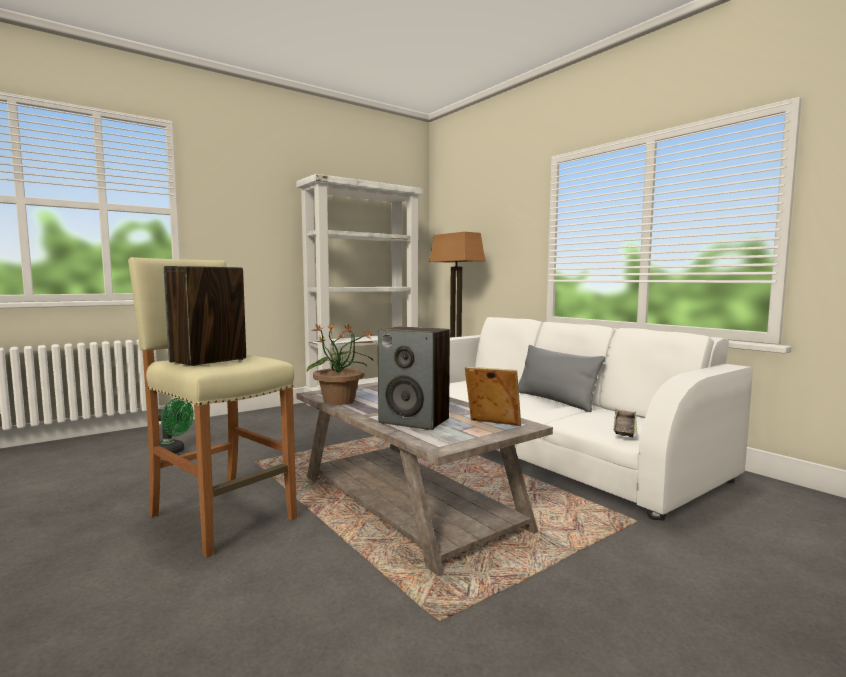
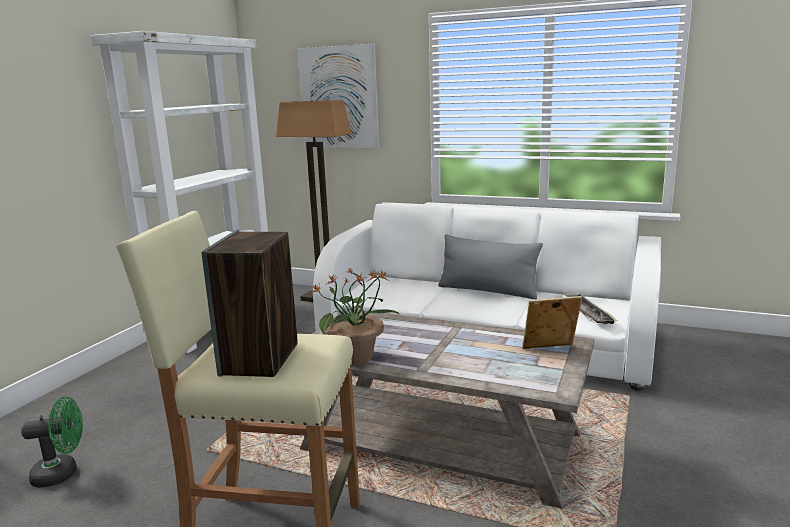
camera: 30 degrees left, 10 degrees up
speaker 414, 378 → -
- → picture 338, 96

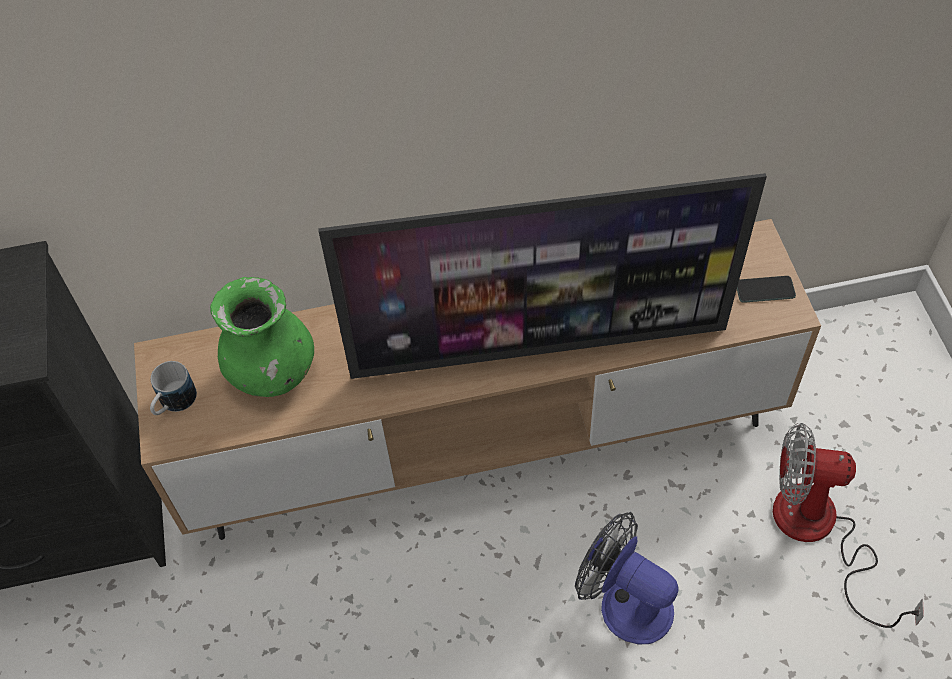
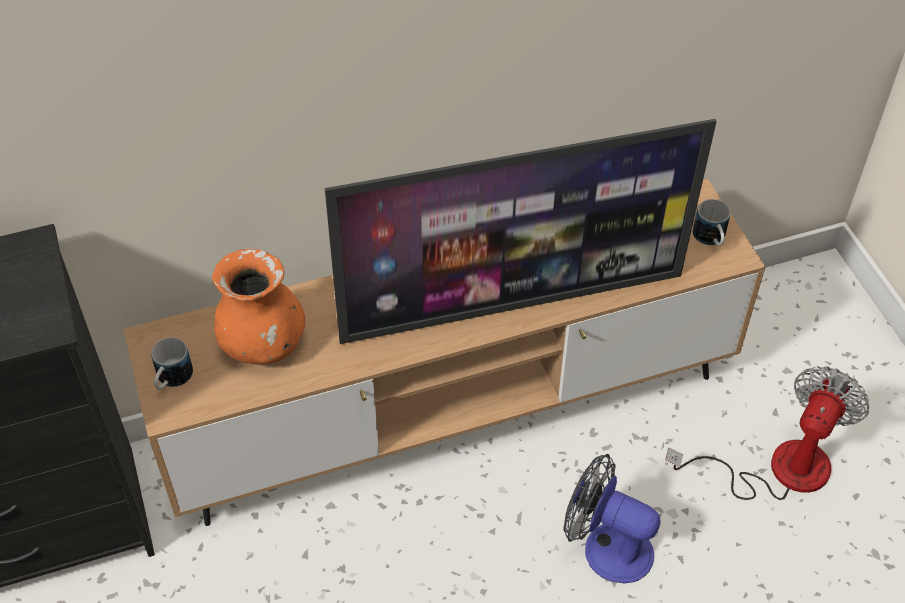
camera: 10 degrees left, 5 degrees down
green vase 262, 337 → orange vase 258, 306
phone 766, 289 → mug 711, 222
fan 848, 525 → fan 767, 433, 120 degrees clockwise

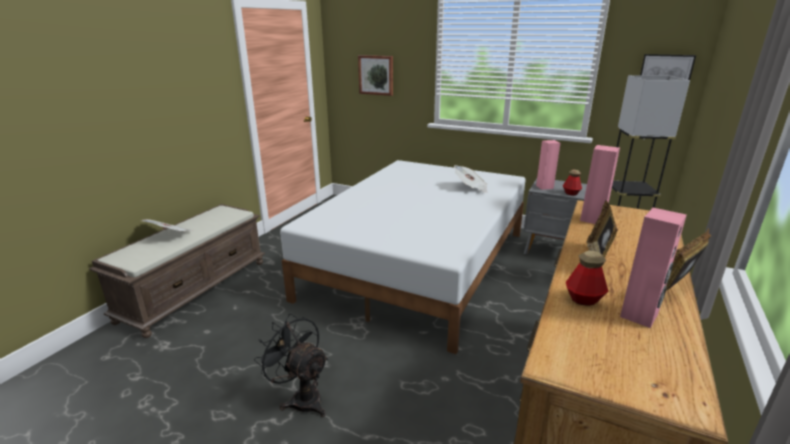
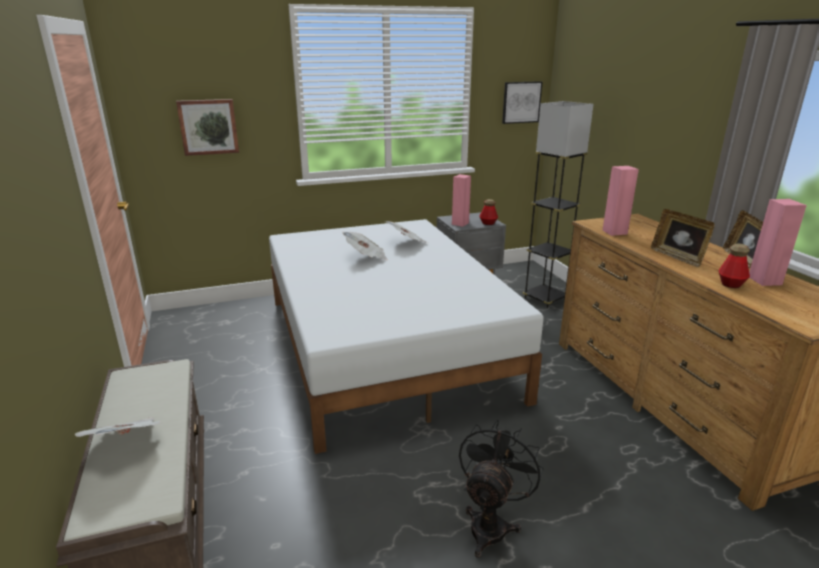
camera: 45 degrees left, 0 degrees up
black fan 291, 365 → black fan 501, 489, 120 degrees clockwise
- → newspaper 364, 246

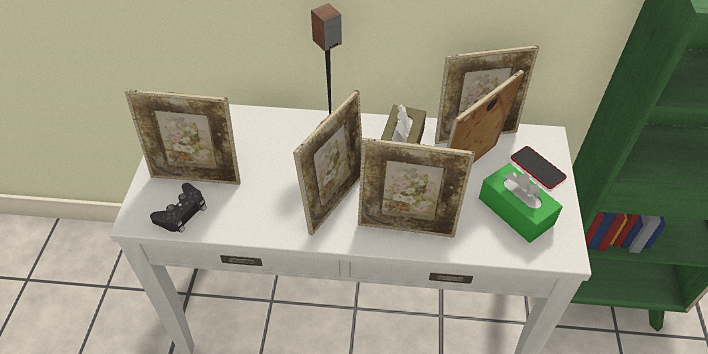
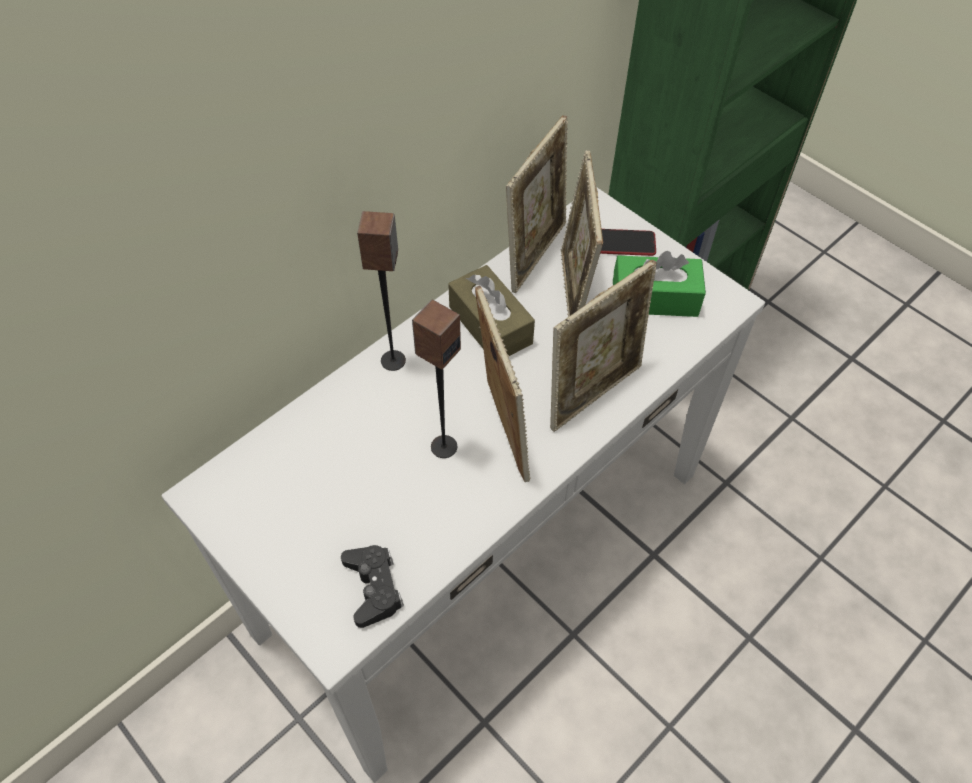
camera: 50 degrees left, 5 degrees up
picture frame 182, 137 → -
- → speaker 436, 378

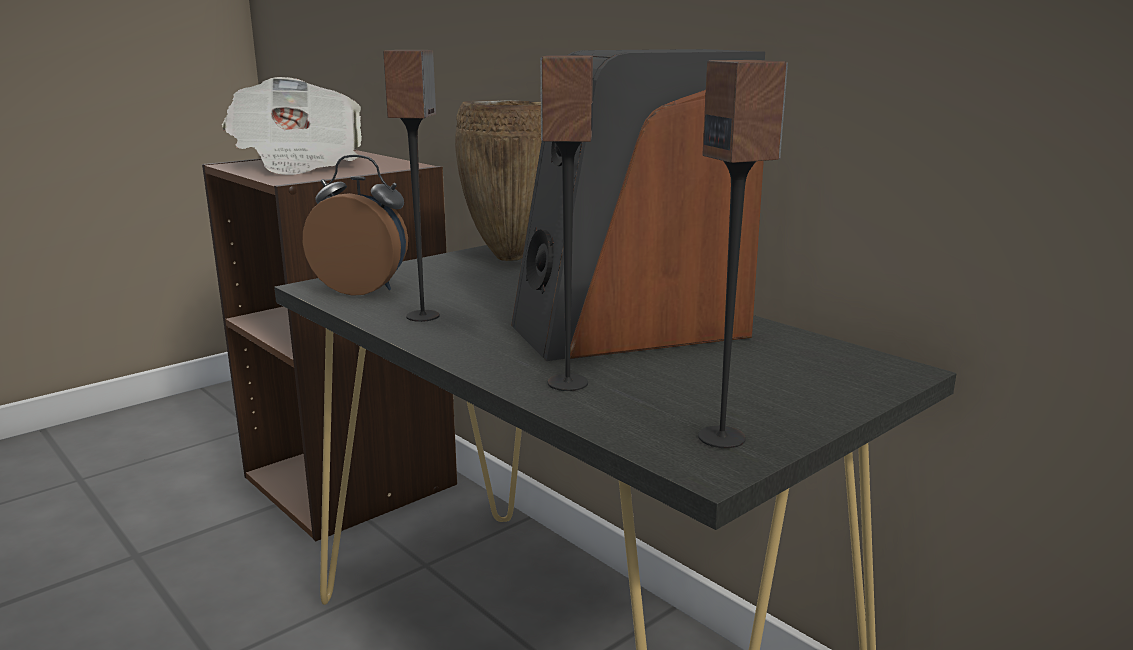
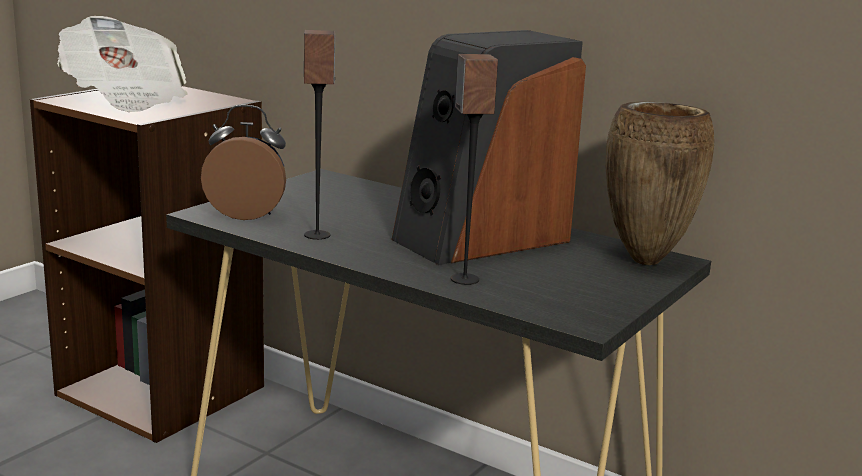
camera: 15 degrees left, 0 degrees up
brown vase 498, 180 → brown vase 659, 183, relocated
speaker 743, 254 → -

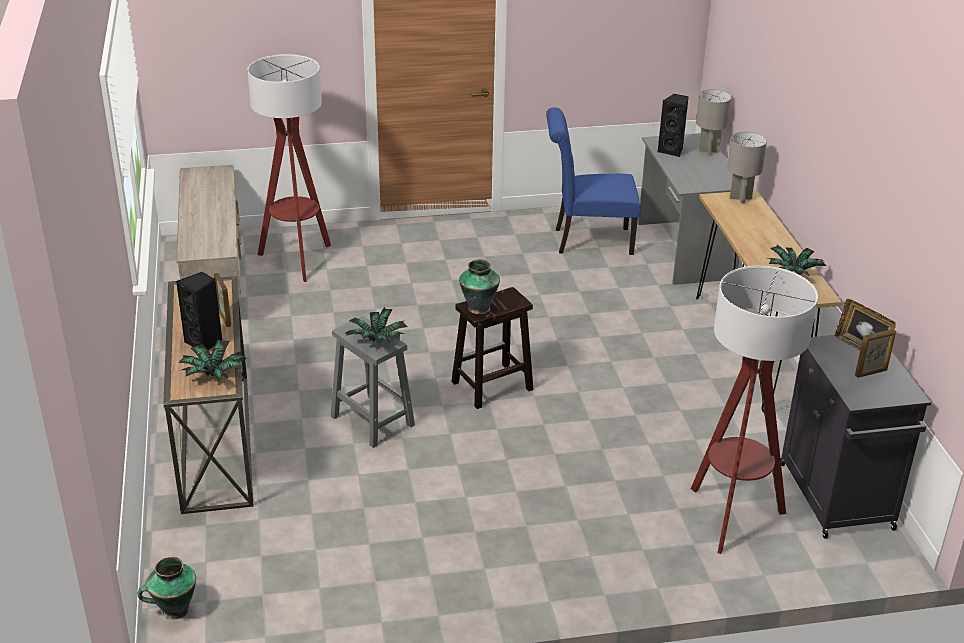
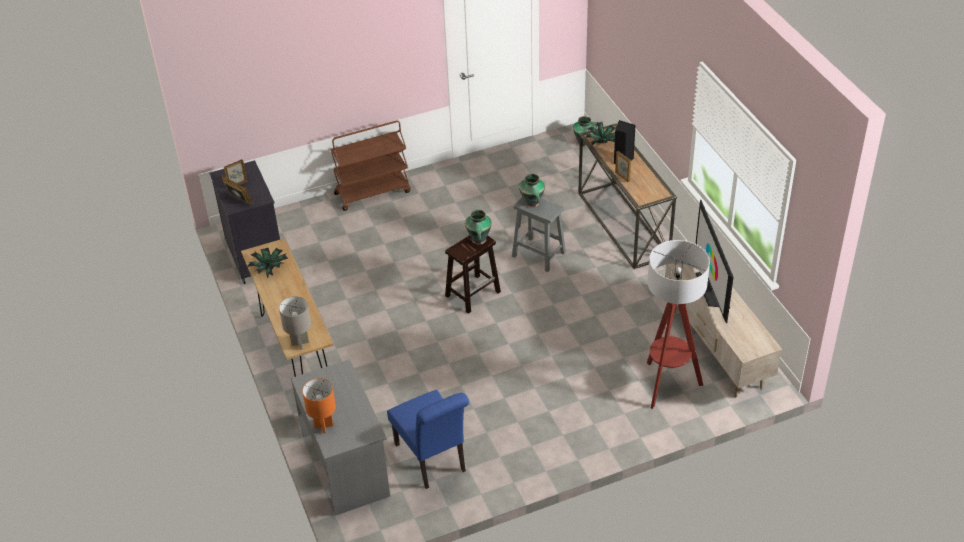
camera: 170 degrees right, 10 degrees up
potted plant 376, 325 → vase 532, 191
blue chair 593, 181 → blue chair 428, 439, 75 degrees clockwise
black speaker 673, 125 → -
floor lamp 754, 410 → -
grey table lamp 714, 122 → orange table lamp 319, 405
- → brown cart 371, 165
- → television 714, 261

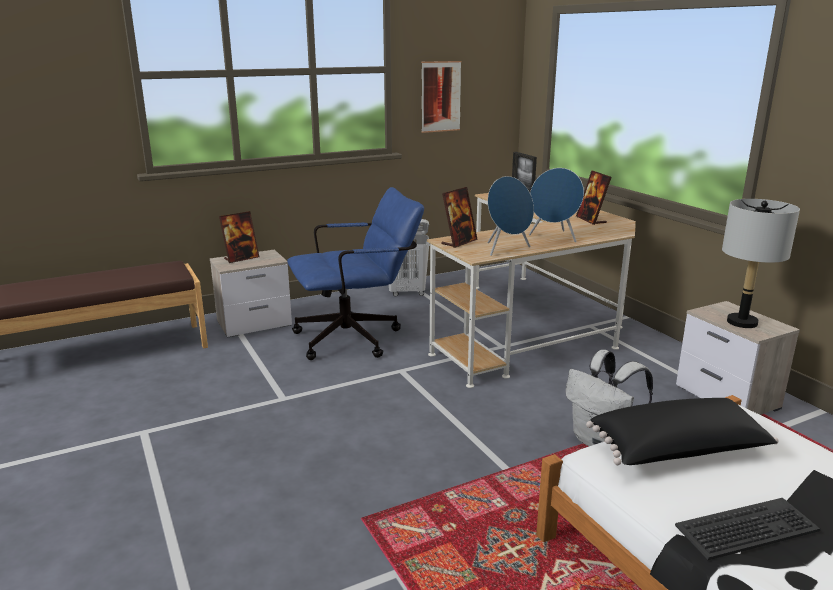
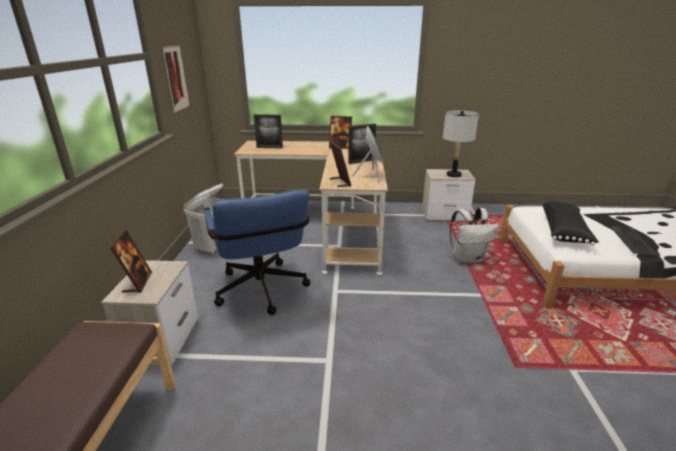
camera: 60 degrees left, 5 degrees up
blue office chair 355, 273 → blue office chair 257, 252, 150 degrees clockwise
blue speaker 556, 205 → picture frame 362, 143

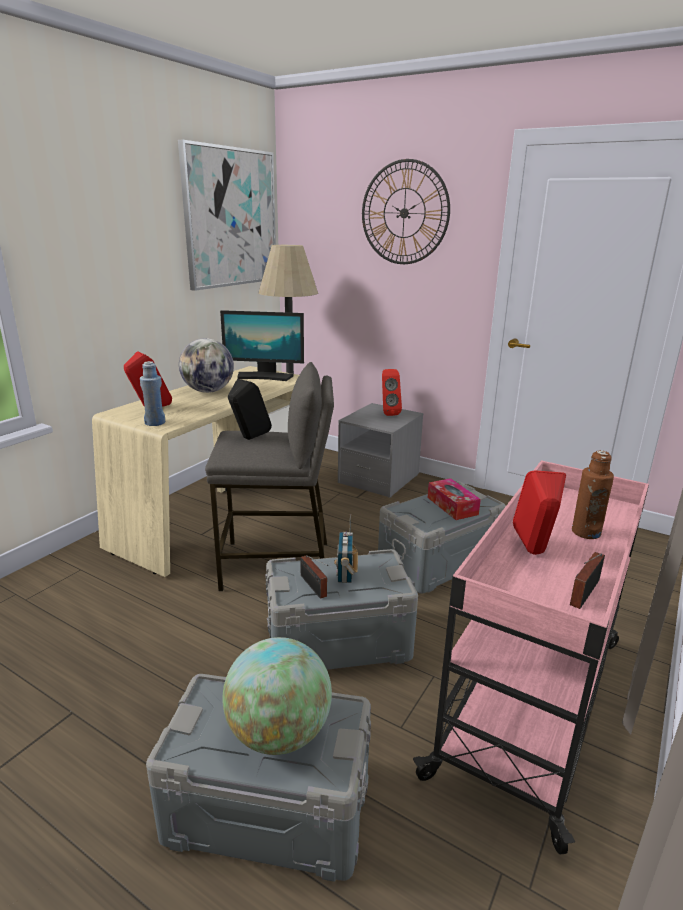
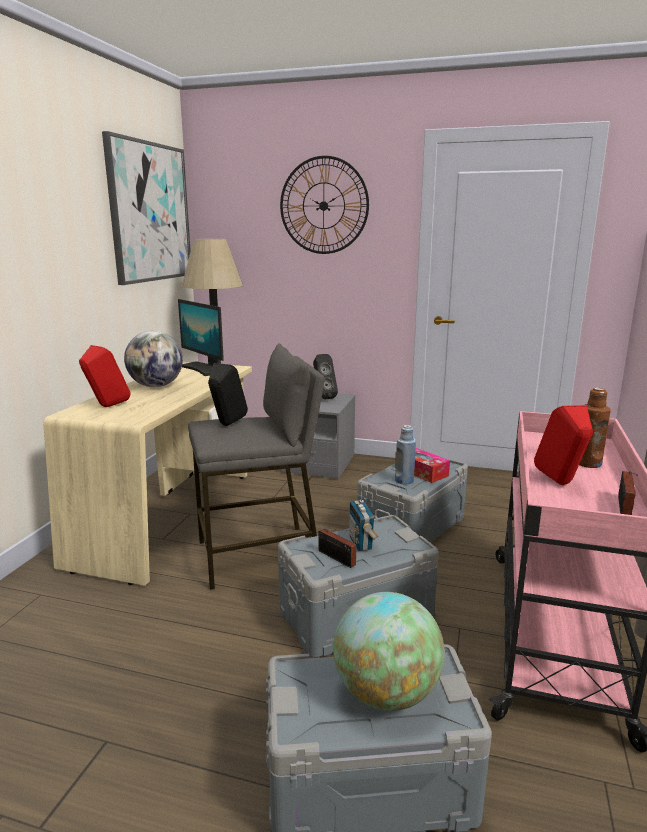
camera: 15 degrees left, 5 degrees down
blue bottle 152, 393 → blue bottle 405, 455, relocated
monitor 262, 345 → monitor 201, 337, 60 degrees clockwise
red speaker 392, 392 → black speaker 325, 377

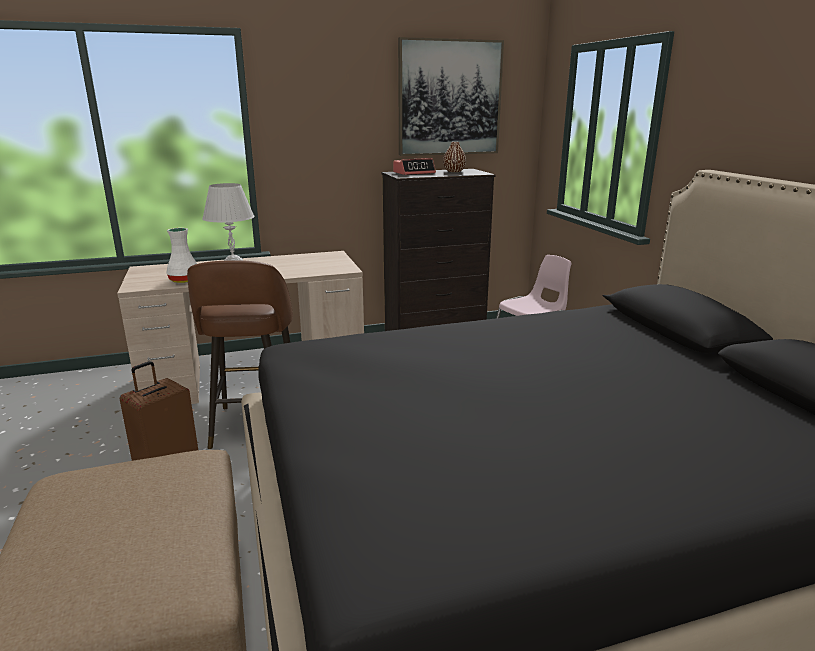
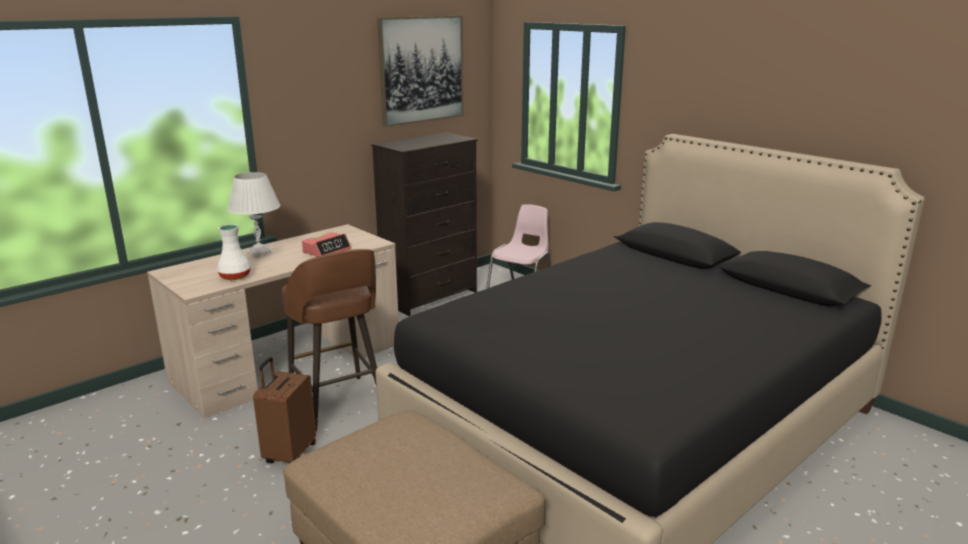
camera: 25 degrees left, 0 degrees up
alarm clock 414, 166 → alarm clock 326, 244, relocated
brown vase 454, 157 → -

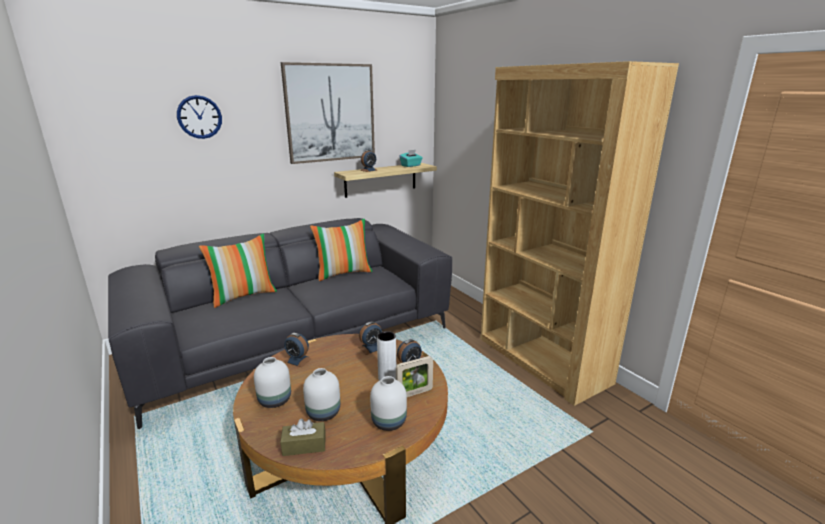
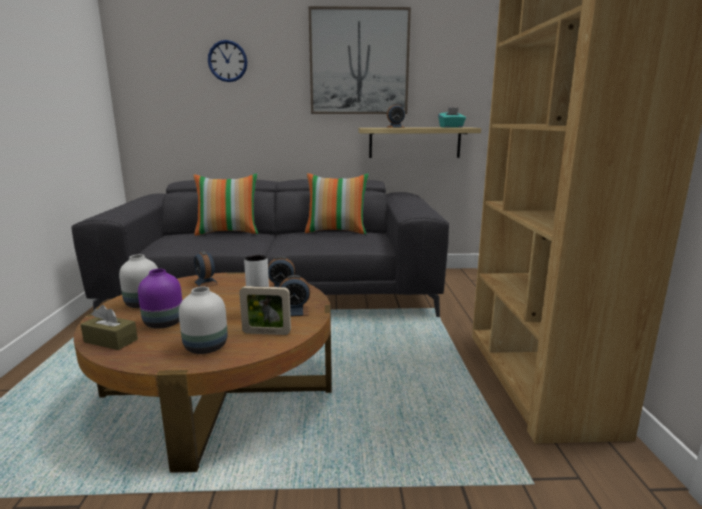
camera: 30 degrees right, 5 degrees down
white vase 321, 394 → purple vase 160, 299

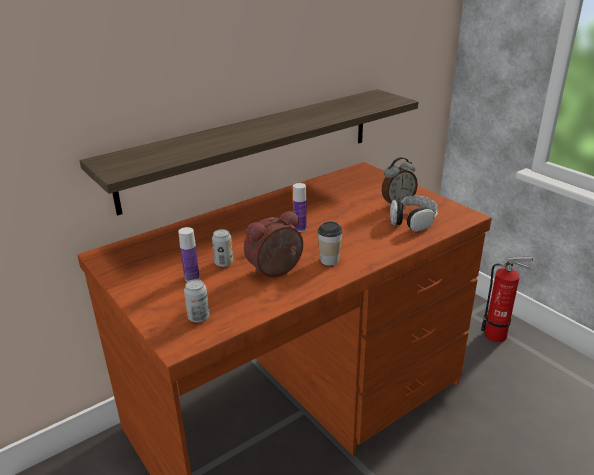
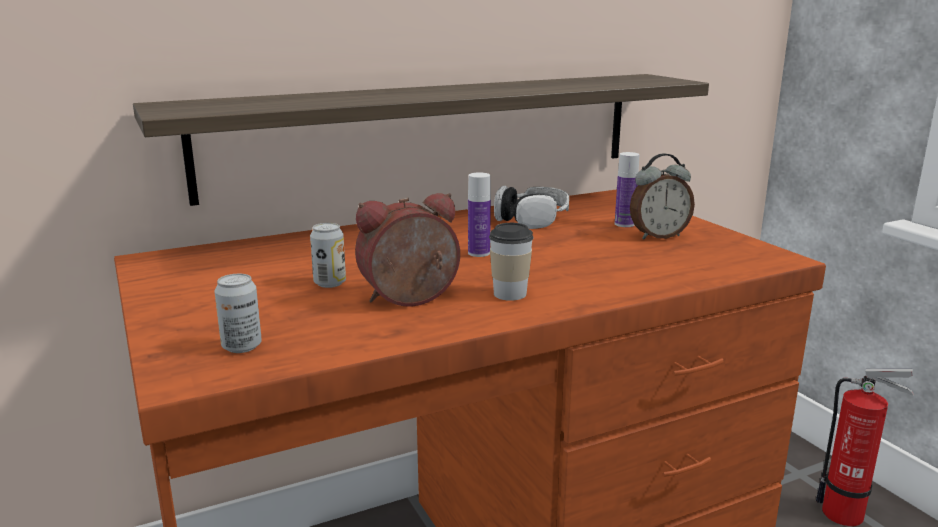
camera: 10 degrees right, 10 degrees down
bottle 189, 254 → bottle 627, 189, relocated
headphones 414, 213 → headphones 531, 207, relocated

